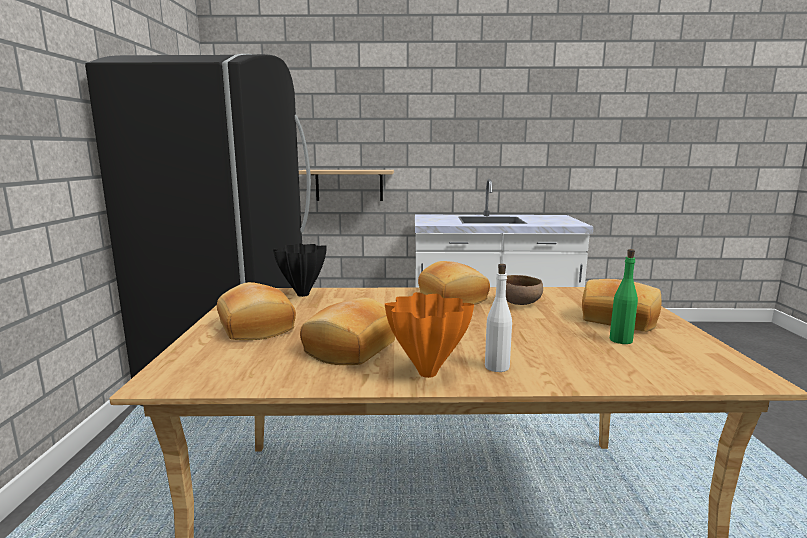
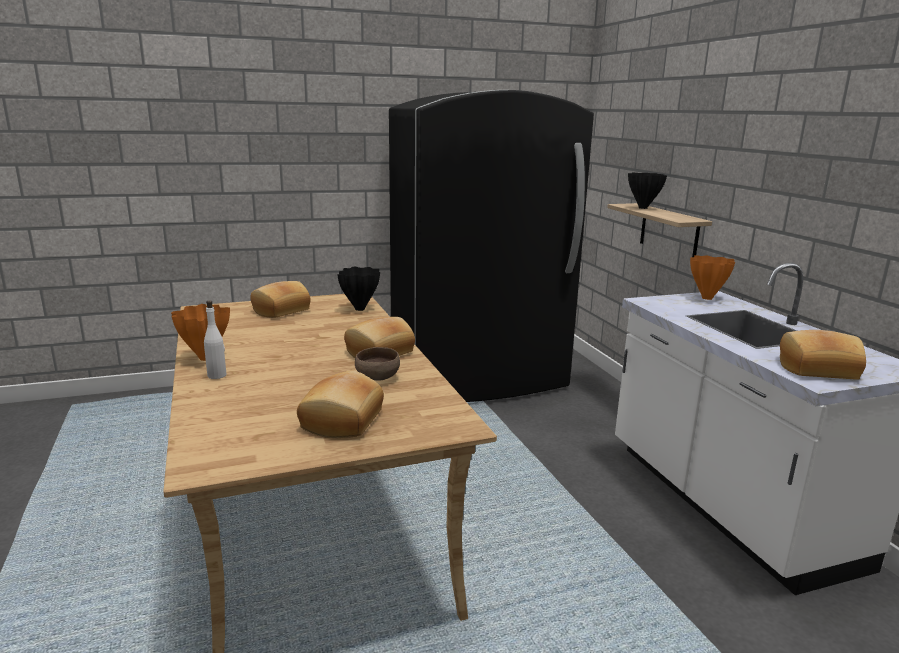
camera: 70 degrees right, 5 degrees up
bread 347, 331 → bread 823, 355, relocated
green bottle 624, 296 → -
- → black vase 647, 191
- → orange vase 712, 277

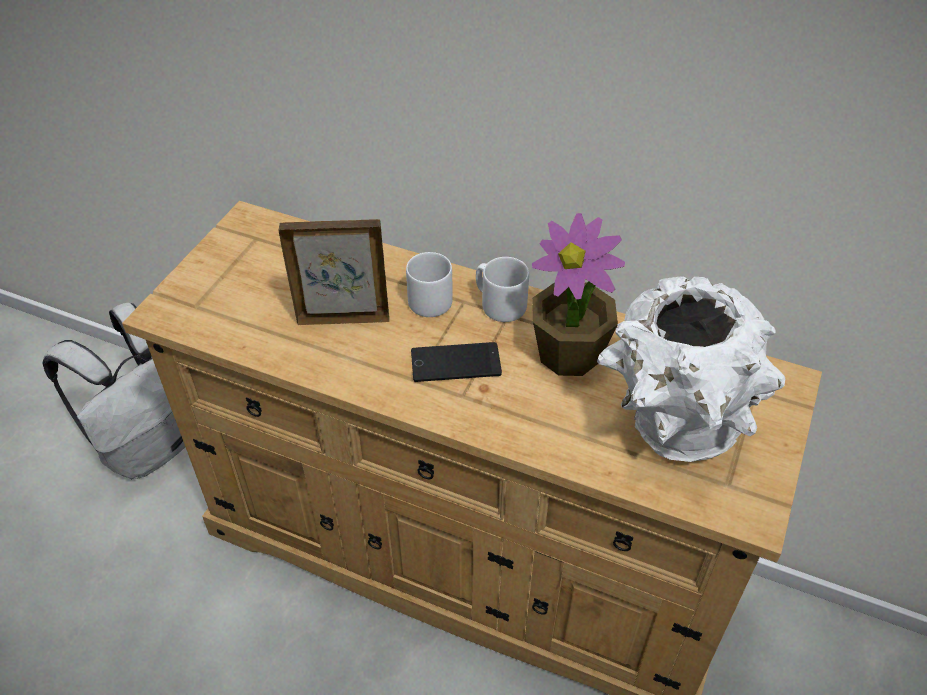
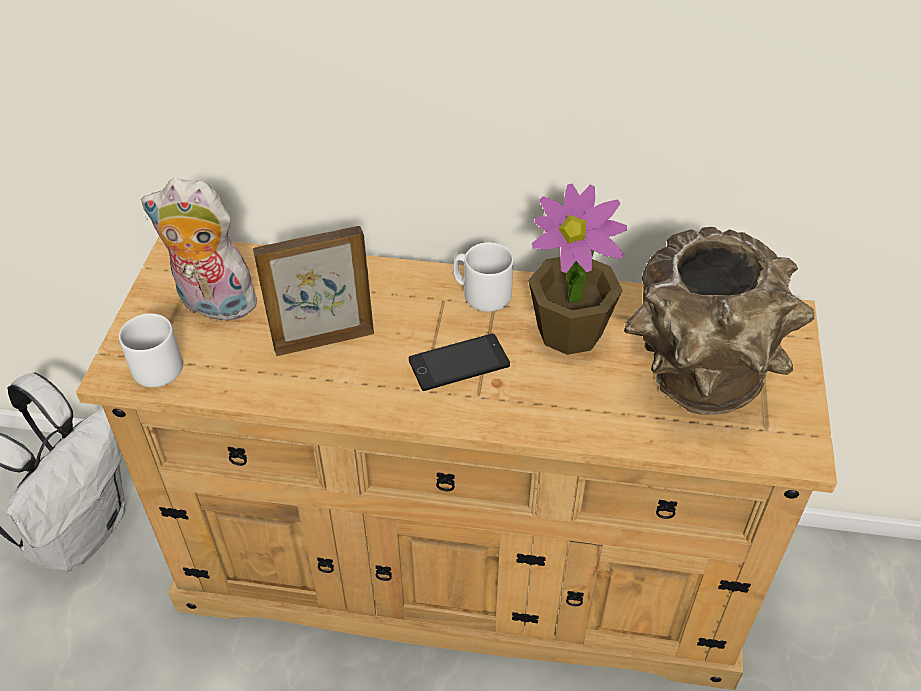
camera: 15 degrees left, 0 degrees up
white mug 429, 284 → white mug 151, 350, relocated
white vase 691, 369 → brown vase 719, 321
- → plush toy 201, 249

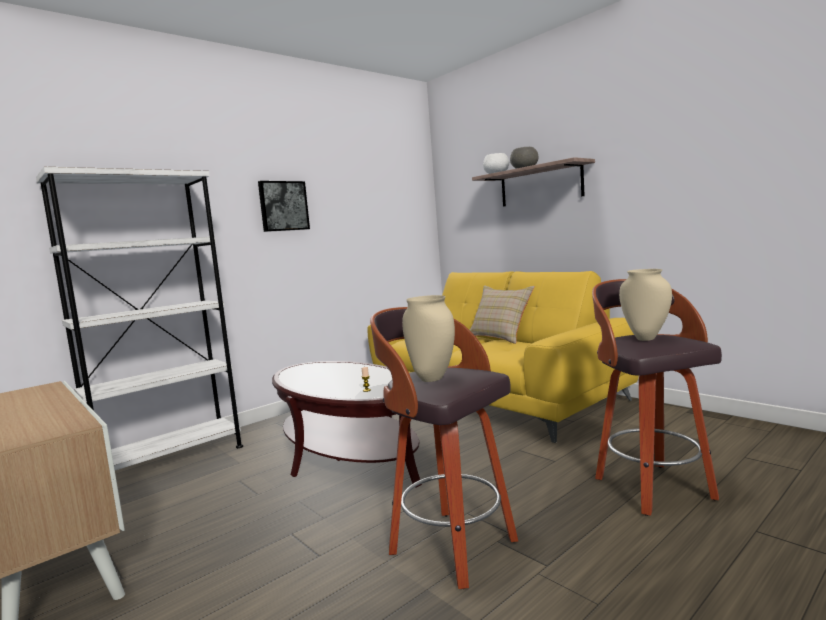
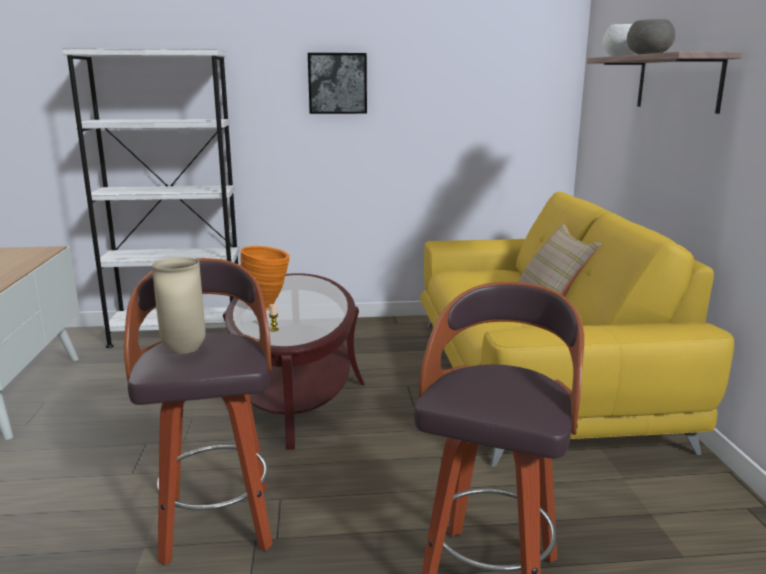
camera: 35 degrees right, 10 degrees up
beige vase 645, 305 → -
- → orange vase 265, 277

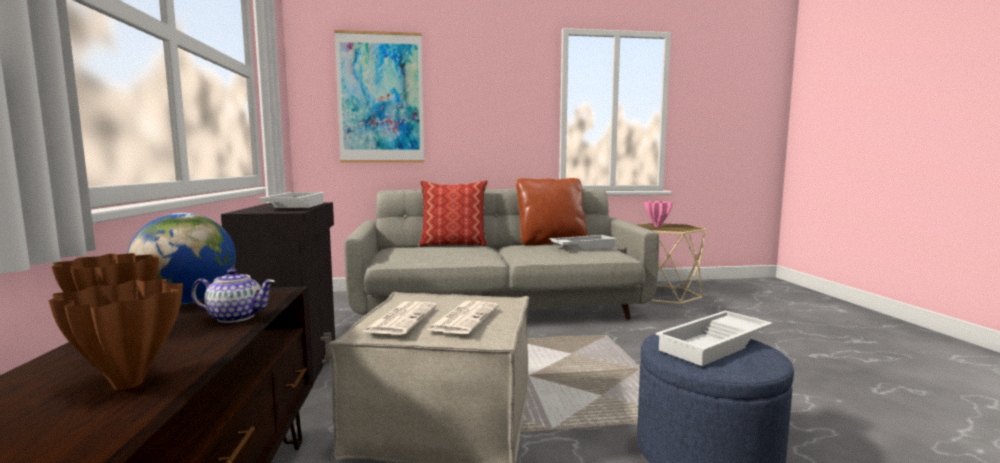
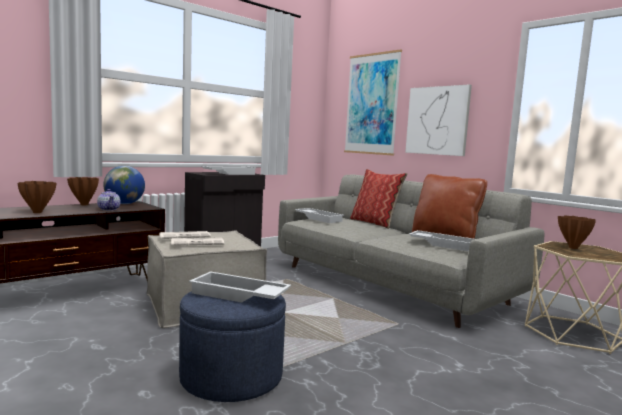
camera: 55 degrees right, 0 degrees up
pink vase 658, 214 → brown vase 577, 232
- → white tray 319, 215
- → picture 438, 120

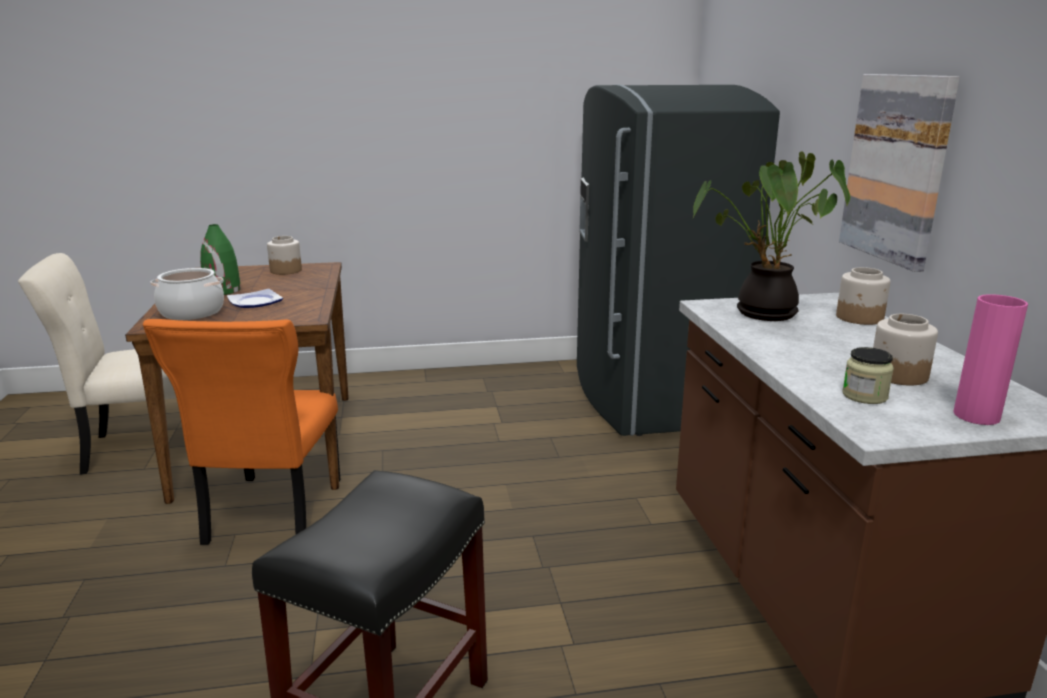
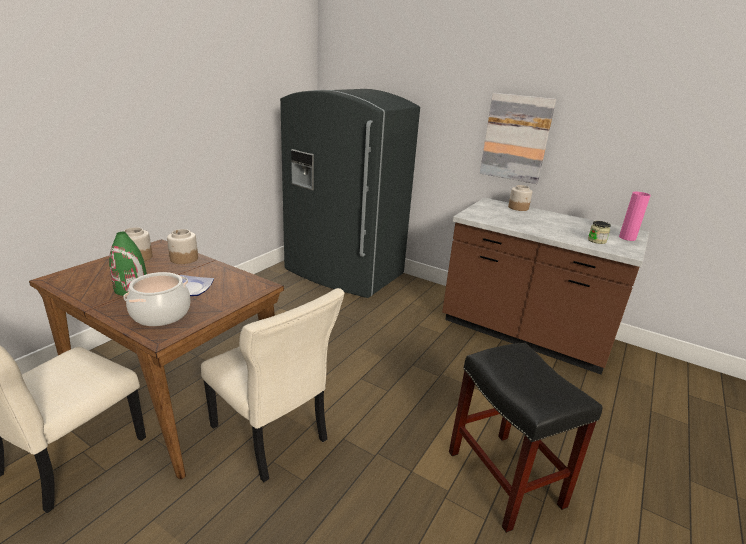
camera: 50 degrees left, 5 degrees up
orange chair 241, 432 → beige chair 272, 385
potted plant 771, 236 → -
jar 905, 349 → jar 182, 246, relocated

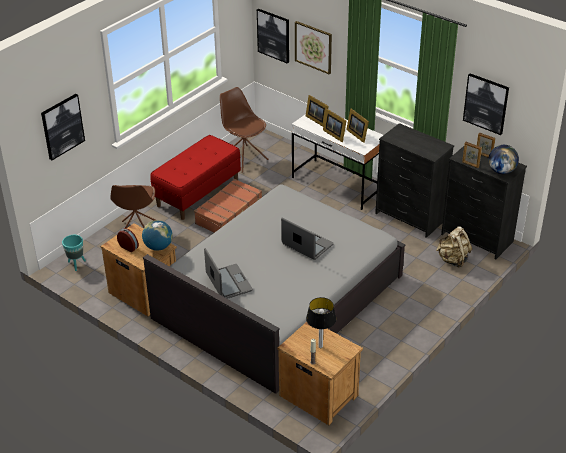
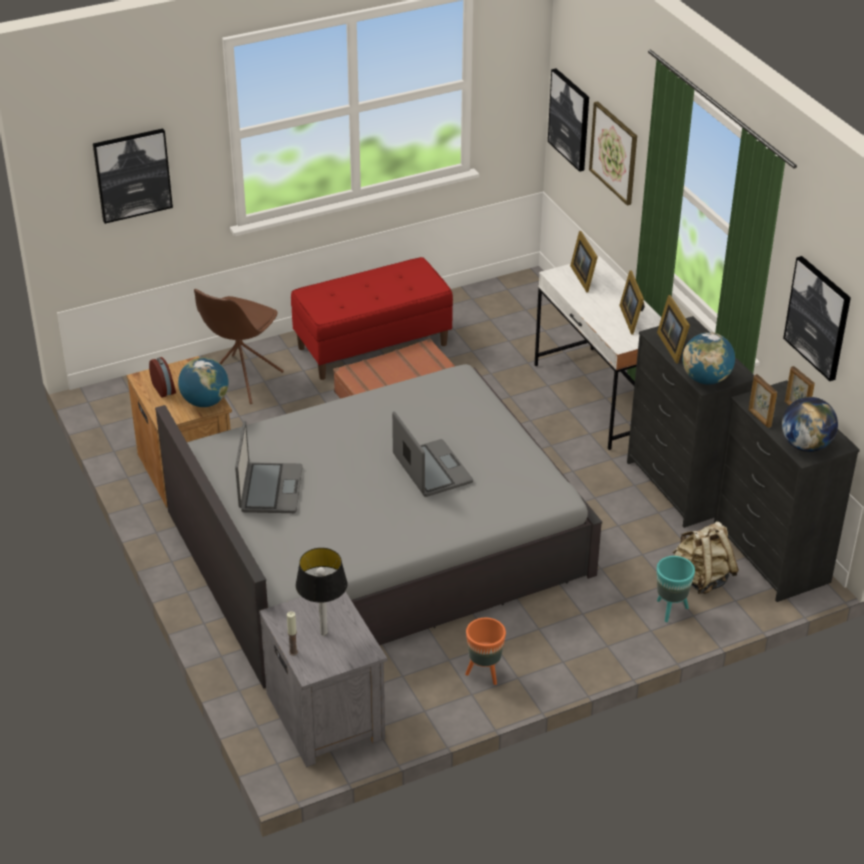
camera: 25 degrees right, 0 degrees up
turquoise planter 74, 253 → turquoise planter 676, 589, relocated
brown chair 244, 130 → -
brown nightstand 320, 373 → grey nightstand 323, 679
picture frame 335, 125 → picture frame 673, 329, relocated
- → orange planter 485, 651
- → globe 708, 358

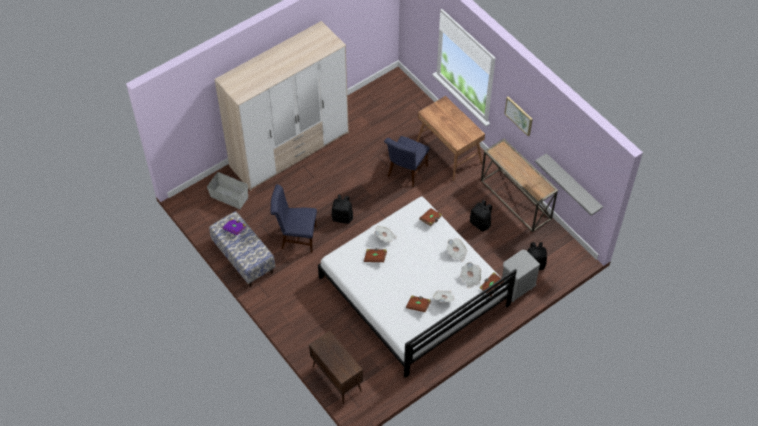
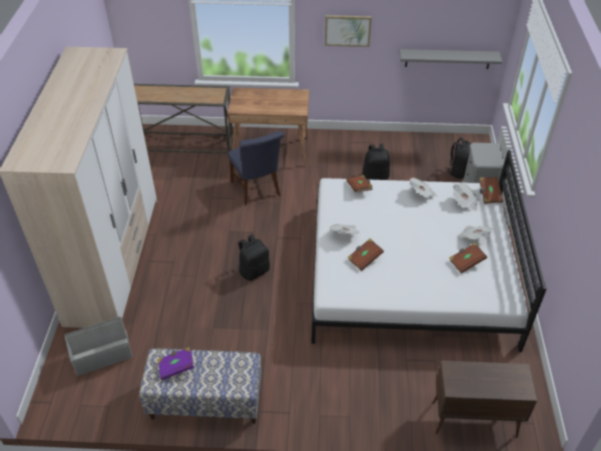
camera: 50 degrees left, 10 degrees down
blue chair 293, 218 → -
console table 519, 185 → console table 183, 119, relocated

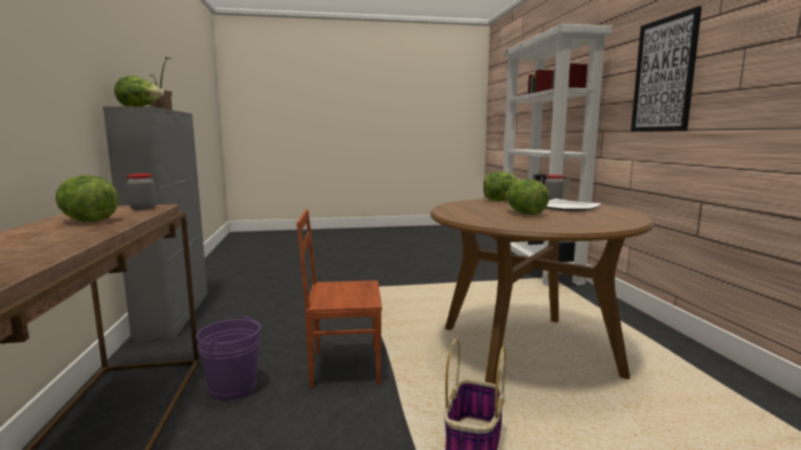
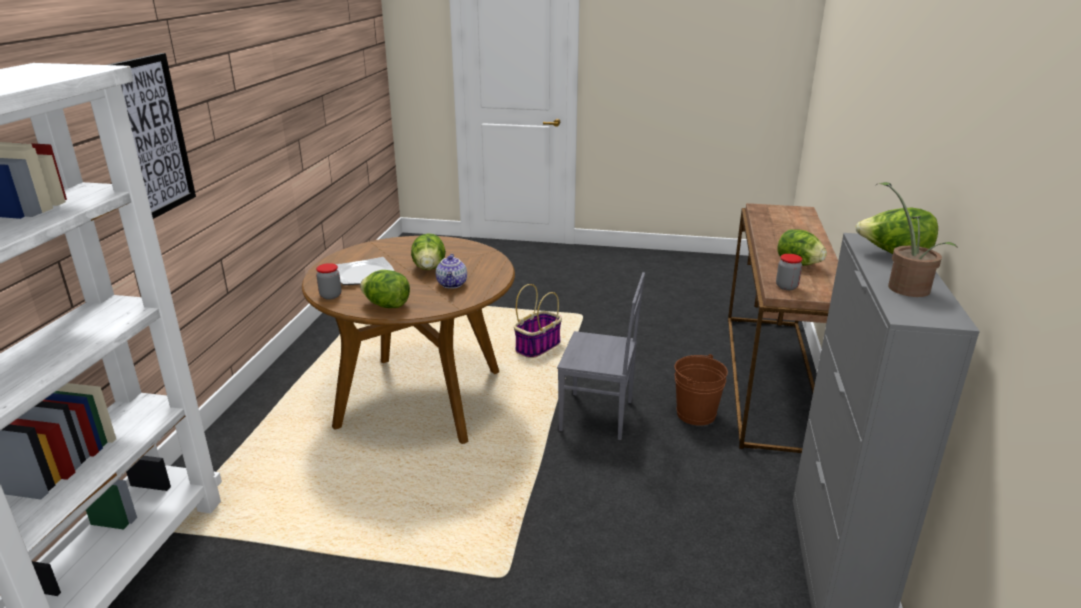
camera: 160 degrees left, 15 degrees up
purple bucket 228, 358 → brown bucket 701, 390
brown chair 339, 299 → grey chair 601, 356
- → teapot 451, 271

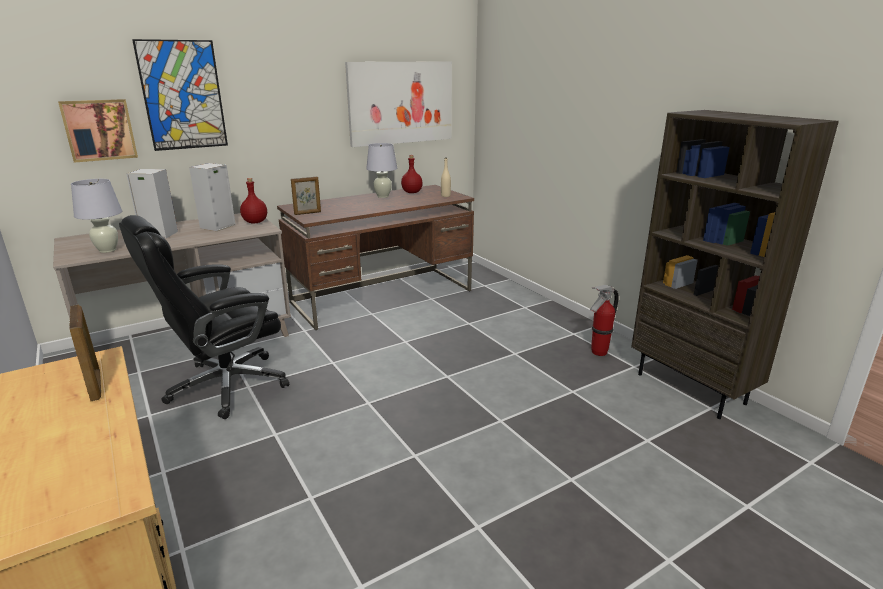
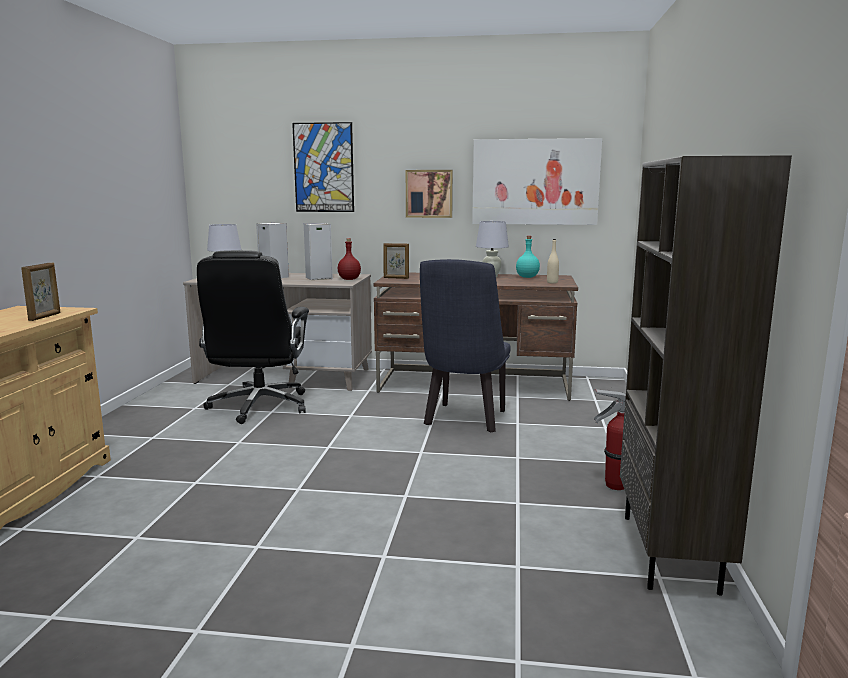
camera: 40 degrees right, 10 degrees down
picture 98, 131 → picture 429, 194, relocated
black office chair 204, 317 → black office chair 253, 337, 90 degrees counterclockwise
red bottle 412, 174 → turquoise bottle 528, 257
- → blue chair 465, 345

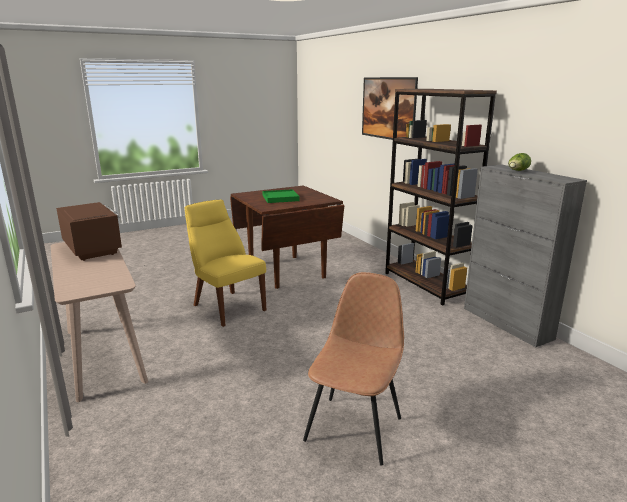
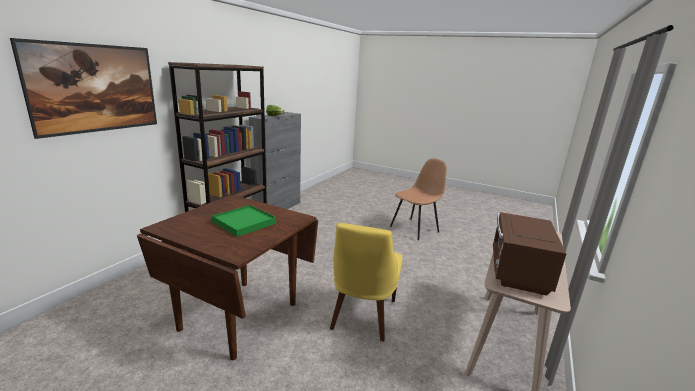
camera: 125 degrees left, 0 degrees up
brown chair 353, 368 → brown chair 418, 199, 150 degrees clockwise

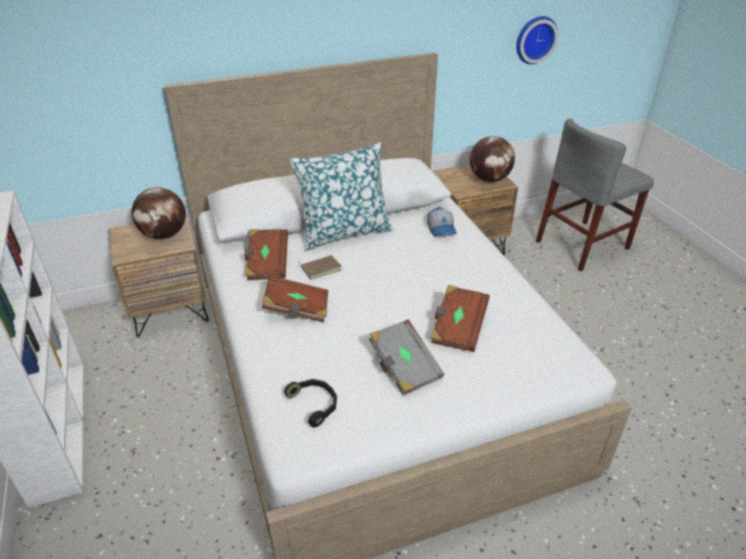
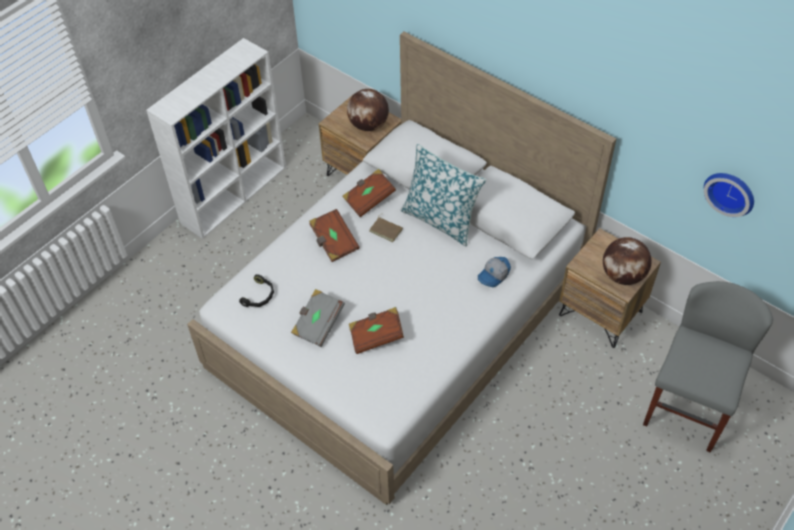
camera: 60 degrees right, 15 degrees up
grey chair 595, 195 → grey chair 708, 366, 90 degrees clockwise

